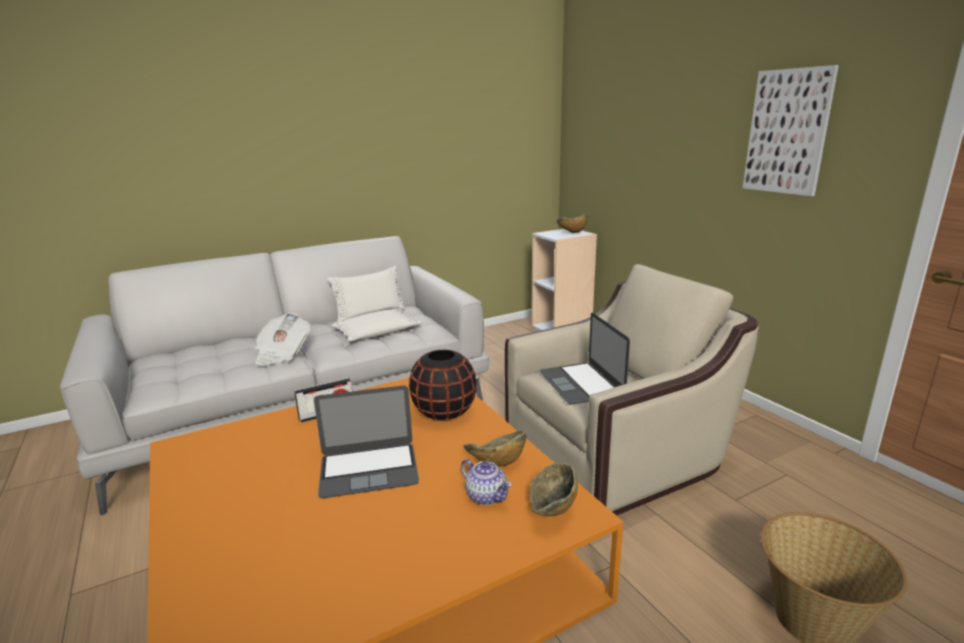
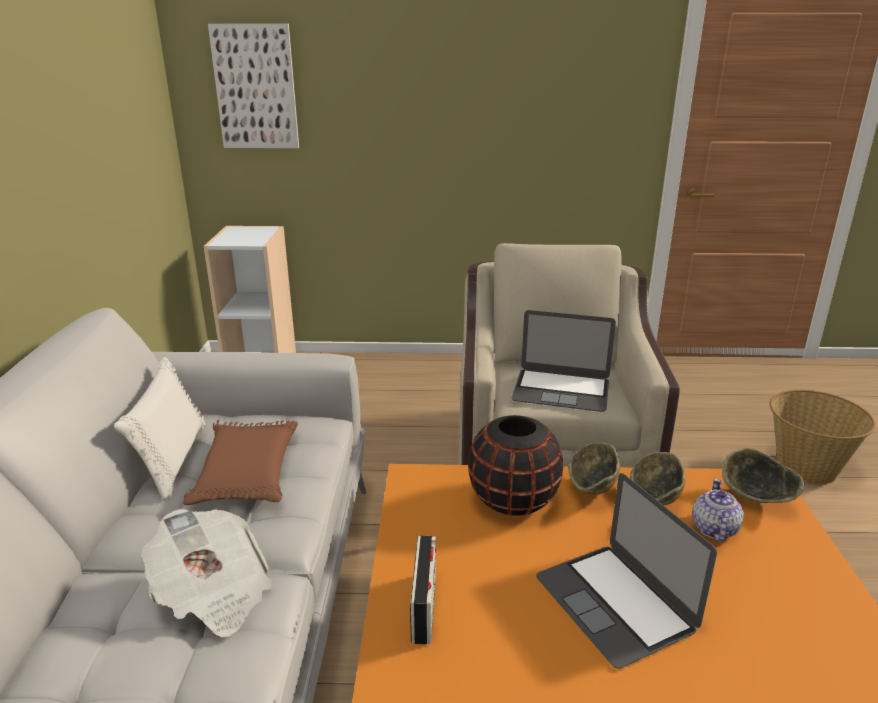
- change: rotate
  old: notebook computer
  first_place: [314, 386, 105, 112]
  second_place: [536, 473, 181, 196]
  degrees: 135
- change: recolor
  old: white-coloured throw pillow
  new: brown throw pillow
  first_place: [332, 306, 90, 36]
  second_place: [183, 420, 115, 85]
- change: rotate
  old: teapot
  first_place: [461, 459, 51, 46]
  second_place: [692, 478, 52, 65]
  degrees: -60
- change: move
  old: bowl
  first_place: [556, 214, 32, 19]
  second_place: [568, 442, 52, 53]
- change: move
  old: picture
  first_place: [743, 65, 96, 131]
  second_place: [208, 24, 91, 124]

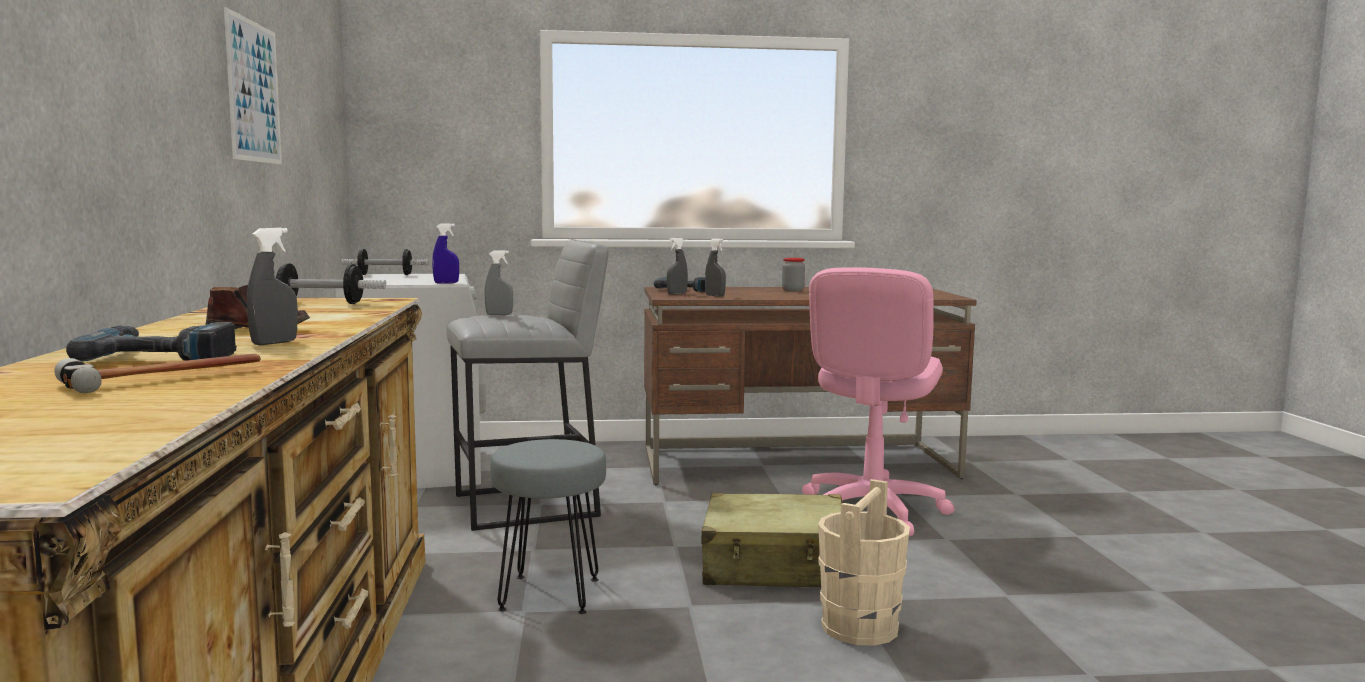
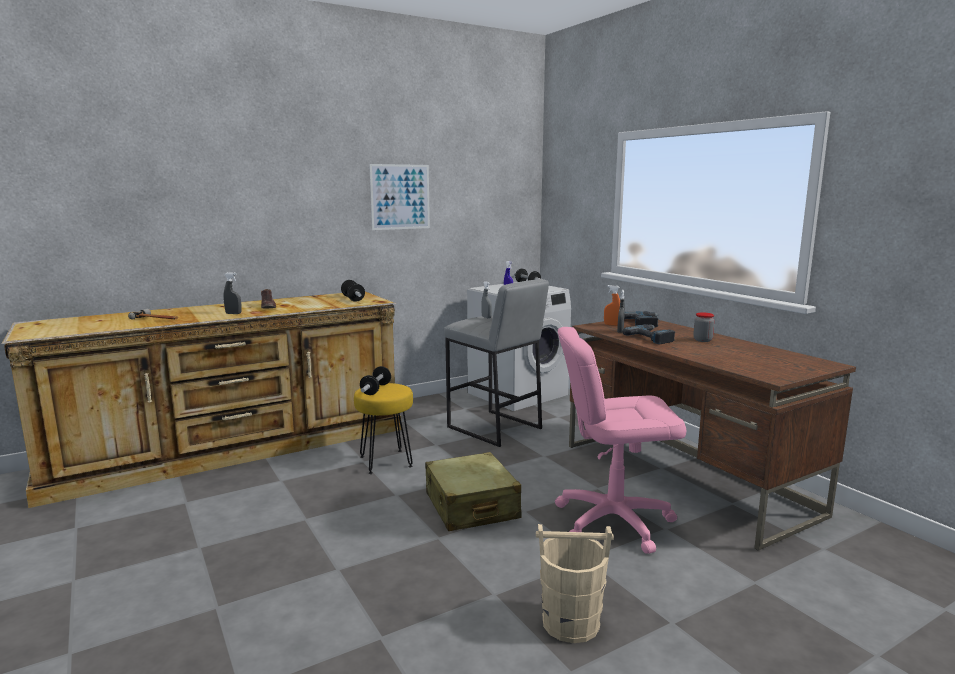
- change: move
  old: drill
  first_place: [66, 322, 171, 39]
  second_place: [622, 324, 53, 20]
- change: recolor
  old: gray stool seat
  new: yellowish stool seat
  first_place: [490, 439, 116, 175]
  second_place: [354, 383, 59, 91]
- change: recolor
  old: gray spray bottle
  new: orangey spray bottle
  first_place: [667, 238, 21, 57]
  second_place: [604, 285, 16, 41]
- change: move
  old: beige-coloured pail
  first_place: [818, 479, 92, 167]
  second_place: [536, 524, 78, 119]
- change: insert
  new: hand weight
  second_place: [360, 366, 31, 29]

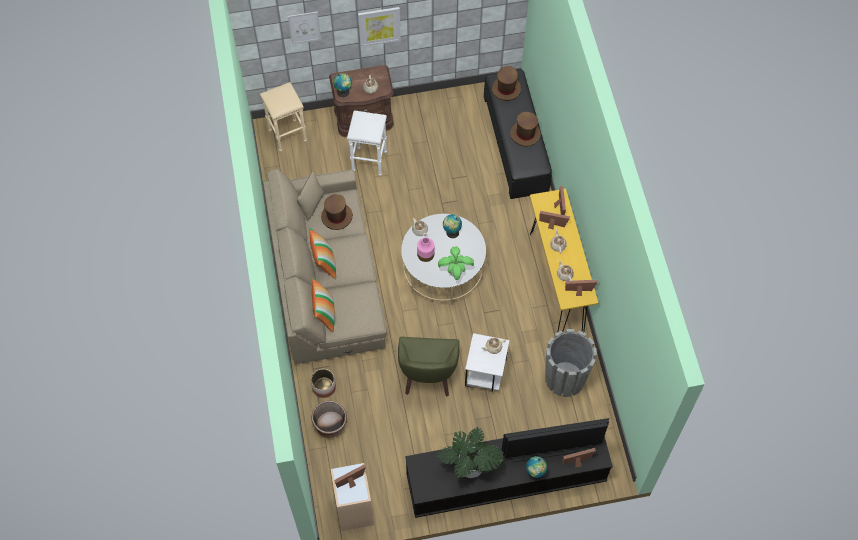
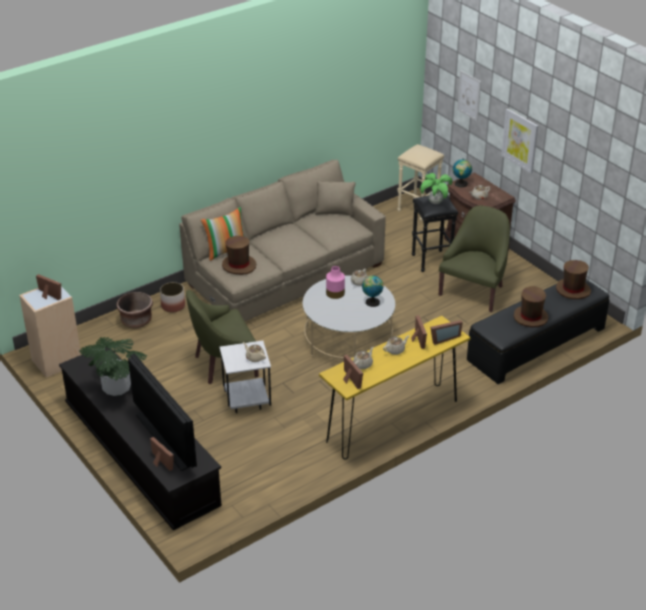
- change: delete
  old: throw pillow
  first_place: [309, 228, 27, 51]
- change: move
  old: brown hat
  first_place: [321, 194, 32, 36]
  second_place: [222, 236, 34, 39]
- change: recolor
  old: white-coloured stool seat
  new: black-coloured stool seat
  first_place: [347, 111, 40, 65]
  second_place: [412, 194, 46, 78]
- change: move
  old: houseplant
  first_place: [438, 246, 36, 34]
  second_place: [420, 173, 33, 31]
- change: delete
  old: world globe
  first_place: [526, 456, 21, 23]
- change: delete
  old: gray flower pot
  first_place: [545, 329, 52, 68]
- change: insert
  new: green-coloured armchair
  second_place: [439, 206, 71, 106]

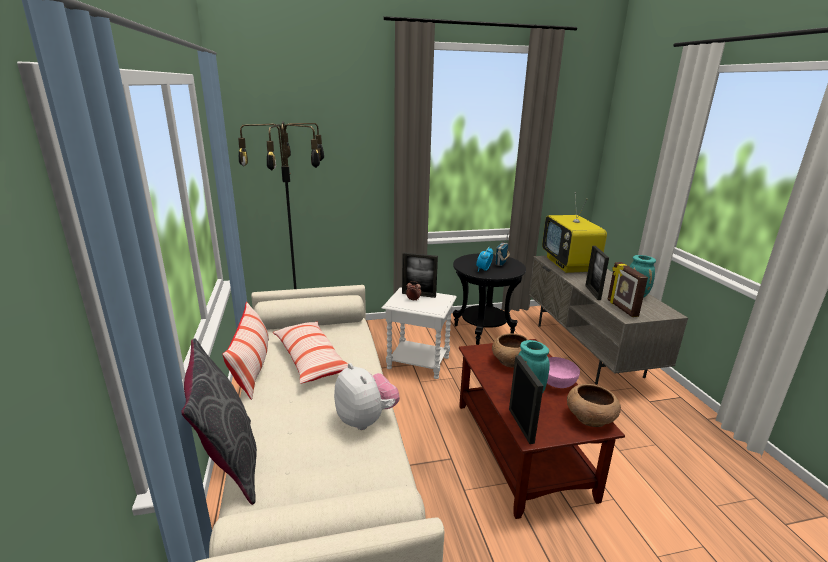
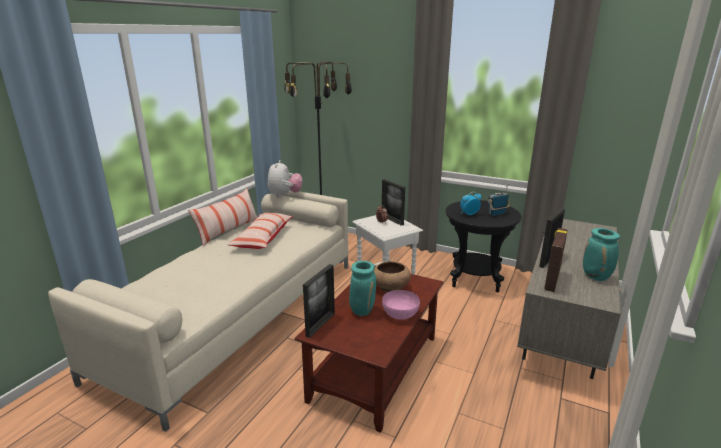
- change: delete
  old: gray throw pillow
  first_place: [181, 338, 76, 167]
- change: move
  old: soft toy
  first_place: [334, 363, 66, 67]
  second_place: [267, 160, 35, 38]
- change: delete
  old: TV
  first_place: [542, 192, 65, 81]
- change: delete
  old: brown bowl
  first_place: [567, 384, 54, 43]

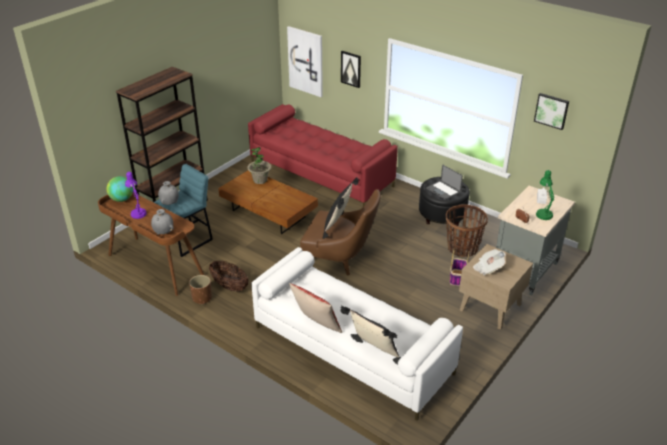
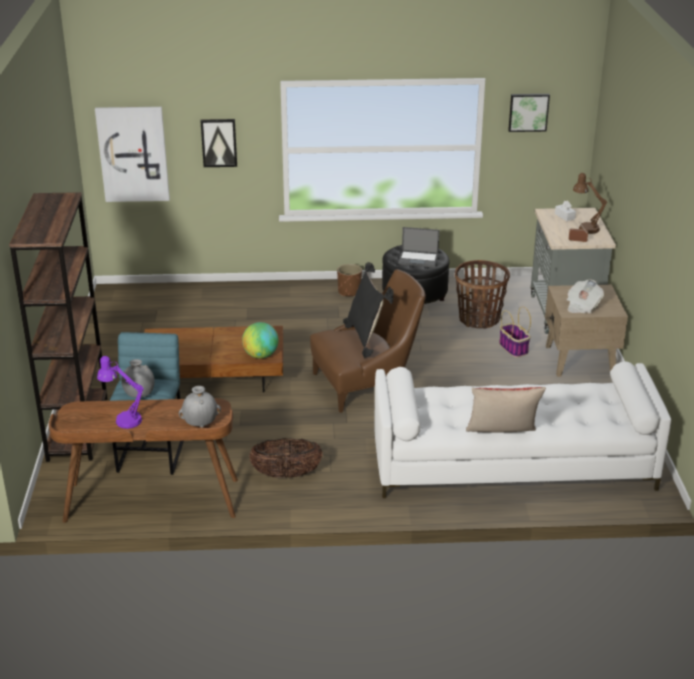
- change: move
  old: world globe
  first_place: [107, 176, 26, 26]
  second_place: [242, 322, 37, 37]
- change: move
  old: brown flower pot
  first_place: [189, 275, 23, 30]
  second_place: [337, 264, 25, 32]
- change: delete
  old: houseplant
  first_place: [247, 147, 24, 37]
- change: delete
  old: red-coloured settee
  first_place: [248, 104, 150, 103]
- change: delete
  old: black-coloured throw pillow
  first_place: [340, 305, 61, 59]
- change: recolor
  old: green-coloured tabletop lamp
  new: brown tabletop lamp
  first_place: [536, 170, 19, 50]
  second_place: [573, 173, 34, 61]

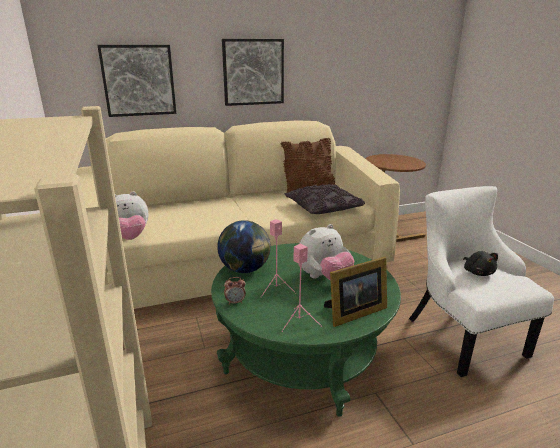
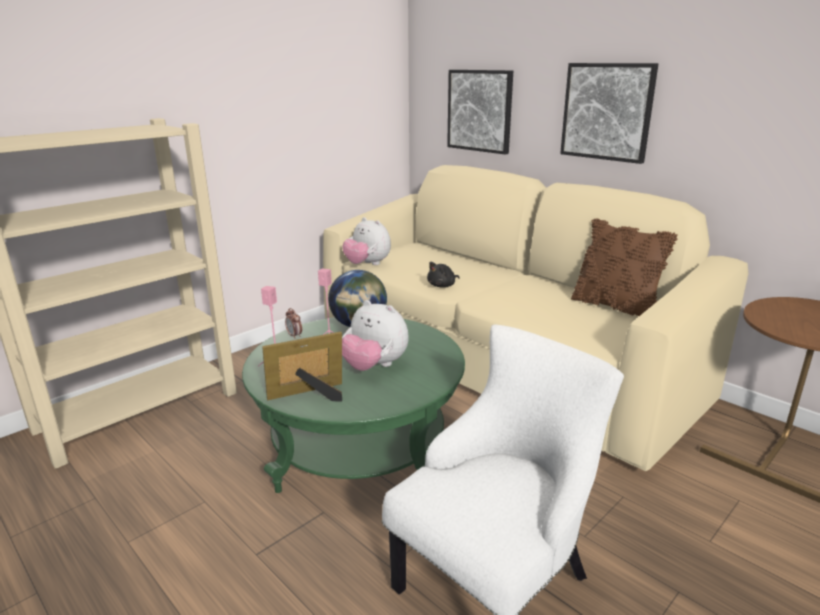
- change: delete
  old: black-coloured throw pillow
  first_place: [285, 184, 80, 30]
- change: rotate
  old: standing frame
  first_place: [324, 256, 63, 71]
  second_place: [262, 331, 80, 71]
  degrees: 120
- change: move
  old: black-coloured soft toy
  first_place: [463, 251, 35, 25]
  second_place: [427, 262, 33, 25]

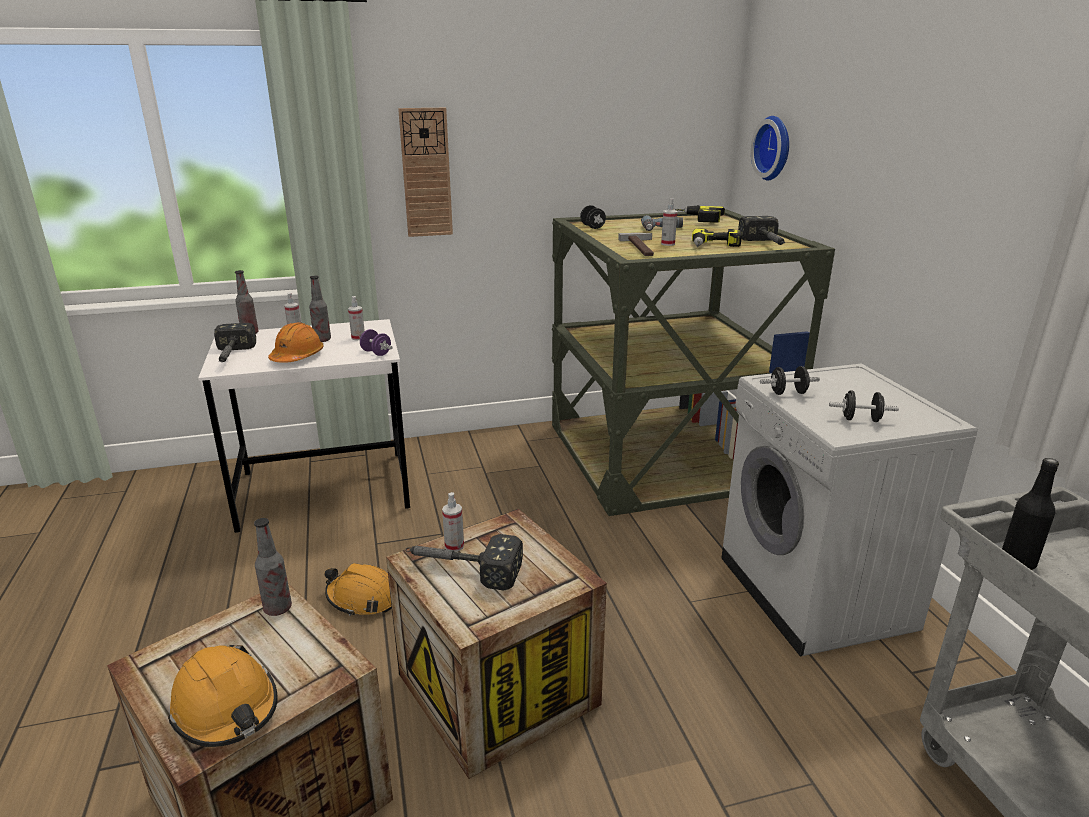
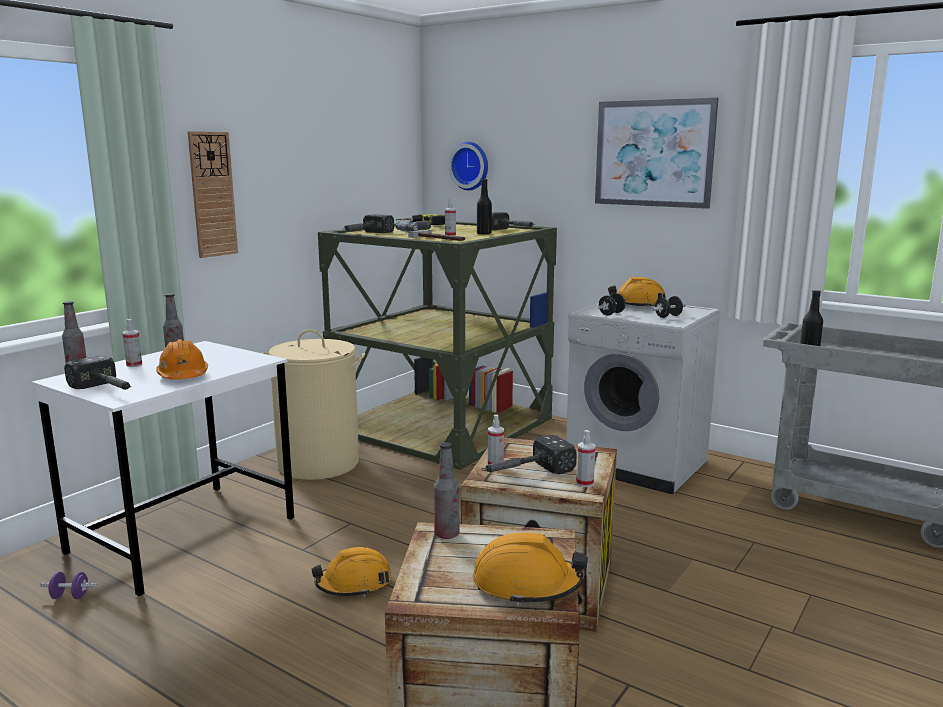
- change: move
  old: spray bottle
  first_place: [348, 296, 17, 45]
  second_place: [576, 430, 19, 57]
- change: move
  old: purple hand weight
  first_place: [359, 329, 34, 27]
  second_place: [40, 572, 58, 27]
- change: replace
  old: black-coloured hand weight
  new: hand hammer
  first_place: [580, 205, 26, 24]
  second_place: [343, 214, 51, 19]
- change: replace
  old: drill
  new: black-coloured beverage bottle
  first_place: [692, 228, 50, 20]
  second_place: [477, 179, 15, 56]
- change: insert
  new: beige-coloured washing basket
  second_place: [262, 329, 103, 151]
- change: insert
  new: picture
  second_place: [595, 98, 124, 111]
- change: insert
  new: orangey safety helmet
  second_place: [608, 277, 58, 31]

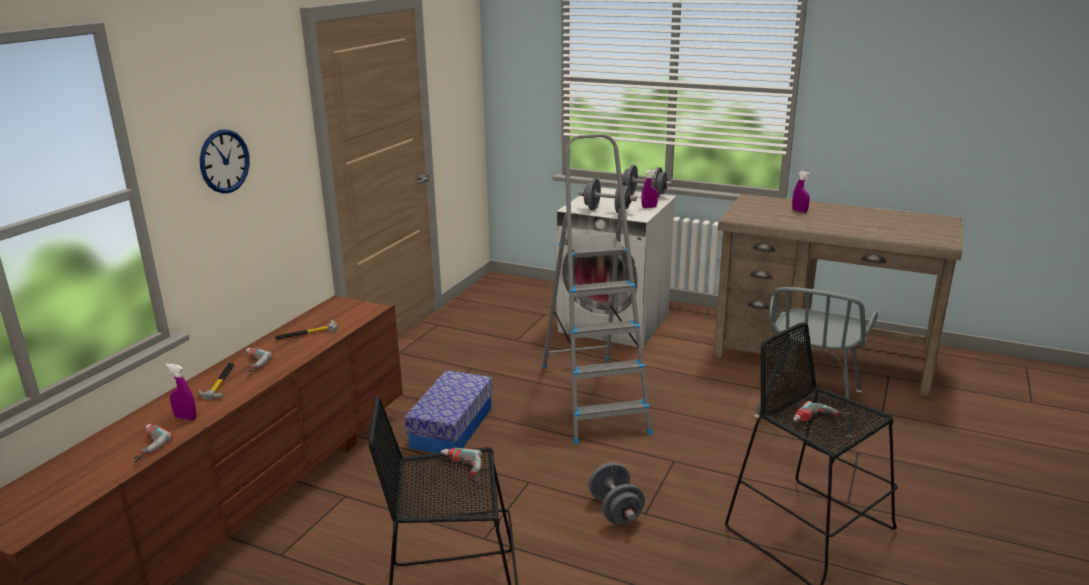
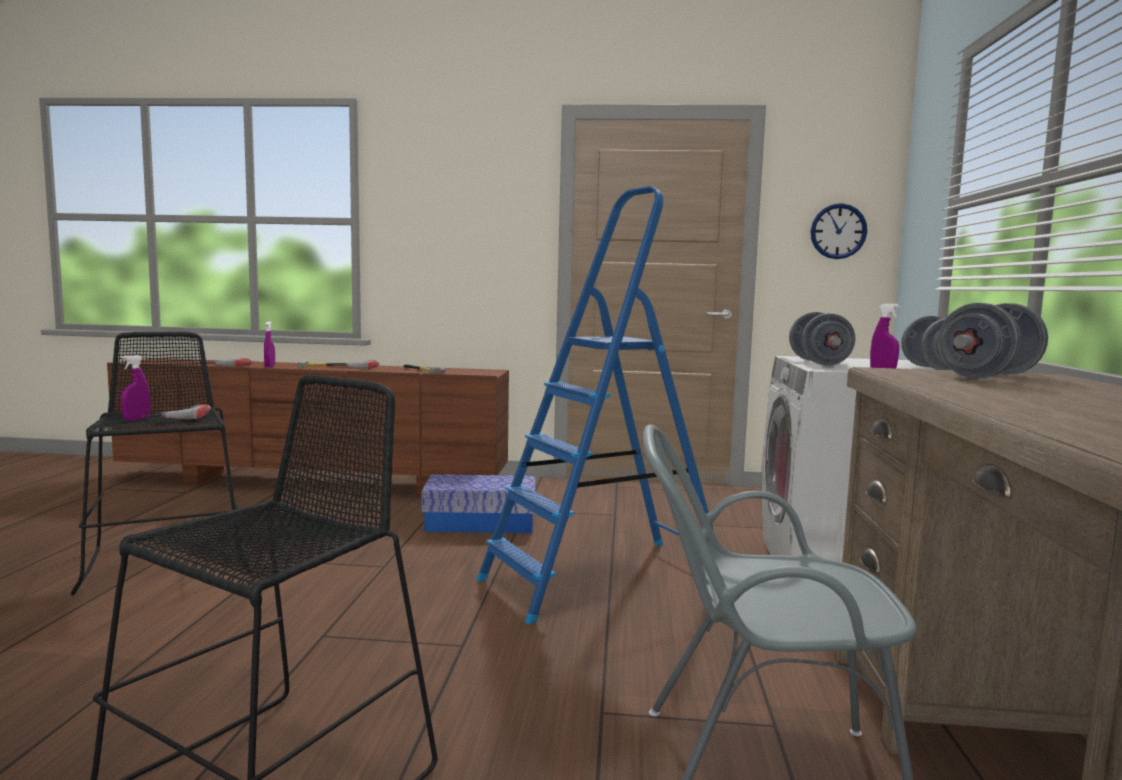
- change: move
  old: wall clock
  first_place: [200, 129, 50, 65]
  second_place: [810, 203, 57, 56]
- change: recolor
  old: gray stepladder
  new: bluish stepladder
  first_place: [542, 134, 110, 310]
  second_place: [476, 186, 239, 438]
- change: move
  old: gray hand weight
  first_place: [589, 462, 56, 62]
  second_place: [938, 303, 110, 75]
- change: move
  old: purple spray bottle
  first_place: [792, 171, 19, 42]
  second_place: [121, 355, 30, 66]
- change: delete
  old: drill
  first_place: [793, 401, 62, 21]

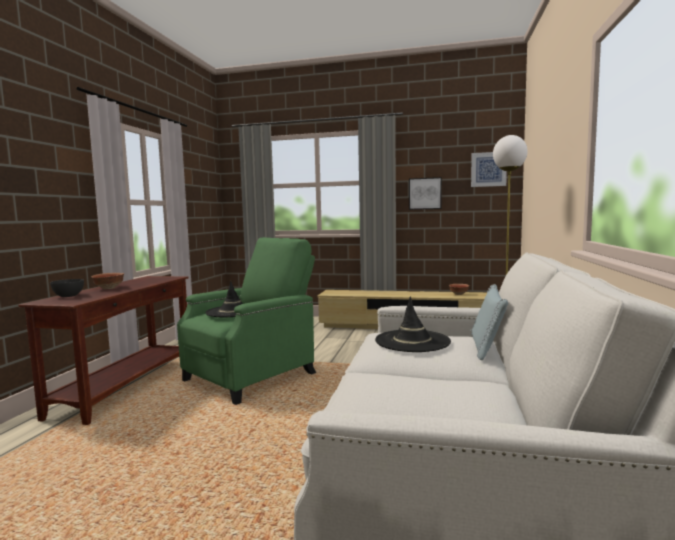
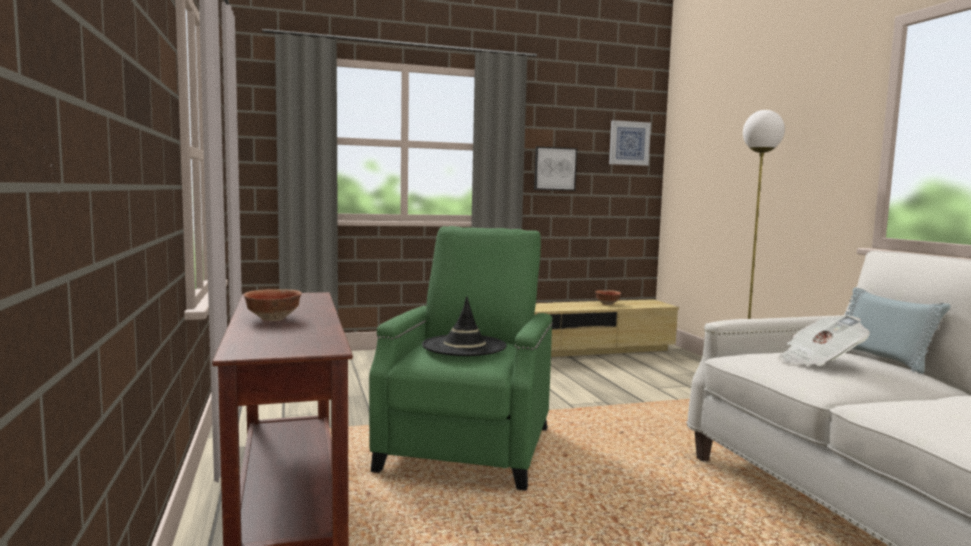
- change: delete
  old: gray bowl
  first_place: [50, 279, 34, 18]
- change: replace
  old: black-coloured hat
  new: daily paper
  first_place: [375, 297, 76, 55]
  second_place: [778, 316, 92, 50]

